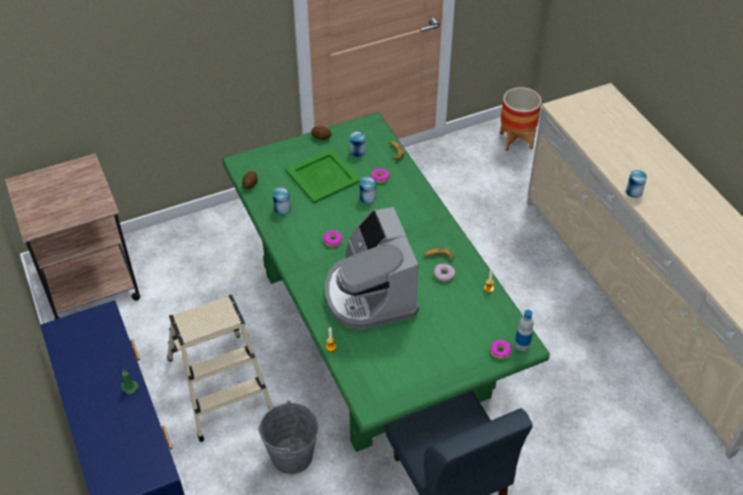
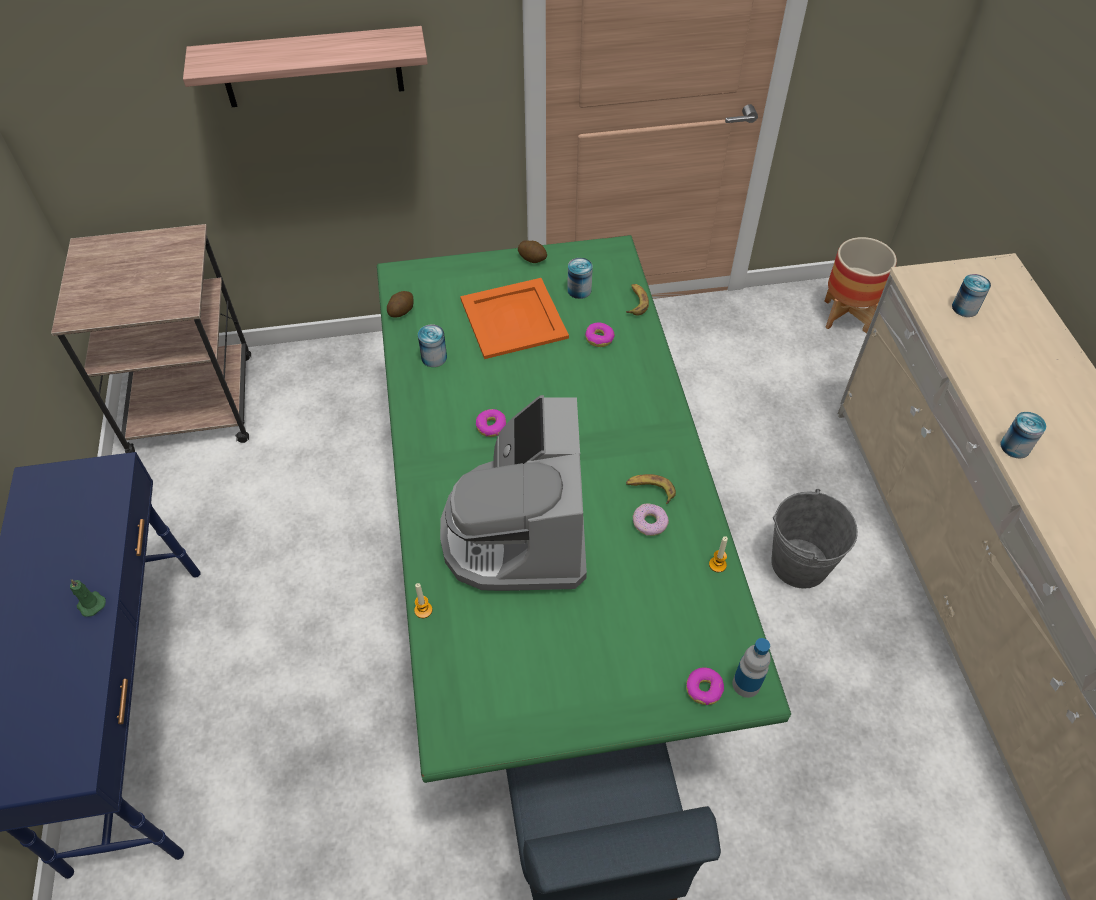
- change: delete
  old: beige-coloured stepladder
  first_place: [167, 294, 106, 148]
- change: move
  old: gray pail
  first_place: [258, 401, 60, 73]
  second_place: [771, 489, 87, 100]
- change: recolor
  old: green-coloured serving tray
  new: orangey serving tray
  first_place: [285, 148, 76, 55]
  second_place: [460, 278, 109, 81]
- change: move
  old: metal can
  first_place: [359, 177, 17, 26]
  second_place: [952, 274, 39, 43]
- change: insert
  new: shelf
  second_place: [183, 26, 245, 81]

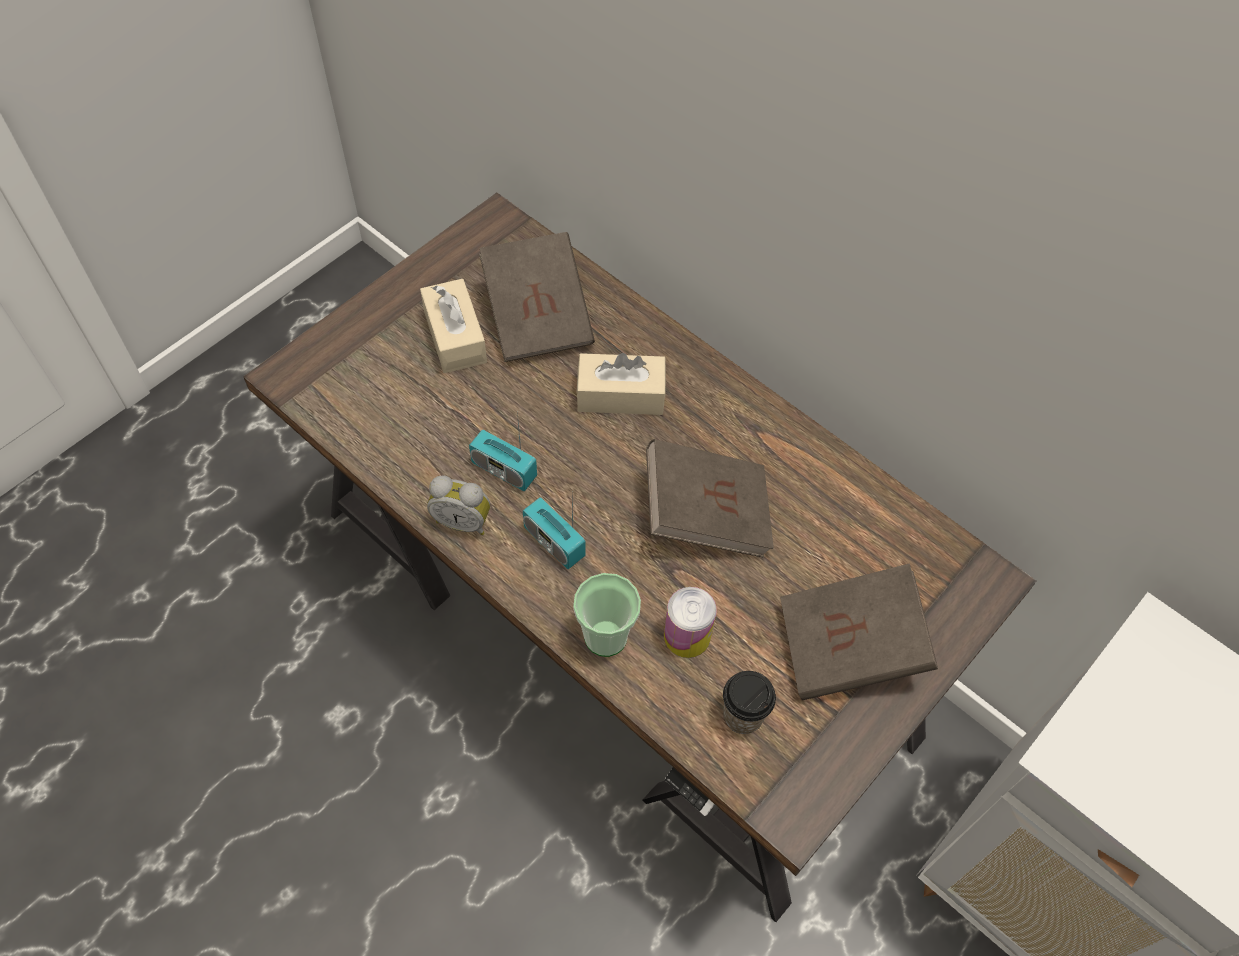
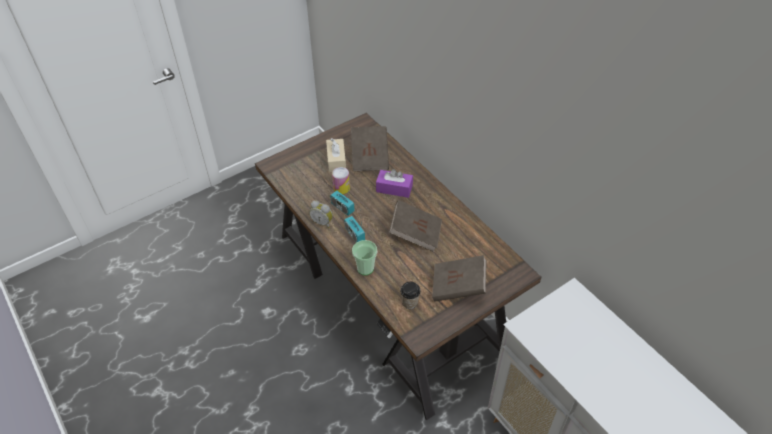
- change: recolor
  old: beige-coloured tissue box
  new: purple tissue box
  first_place: [576, 353, 90, 62]
  second_place: [376, 169, 37, 29]
- change: move
  old: metal can
  first_place: [664, 587, 53, 71]
  second_place: [332, 167, 18, 27]

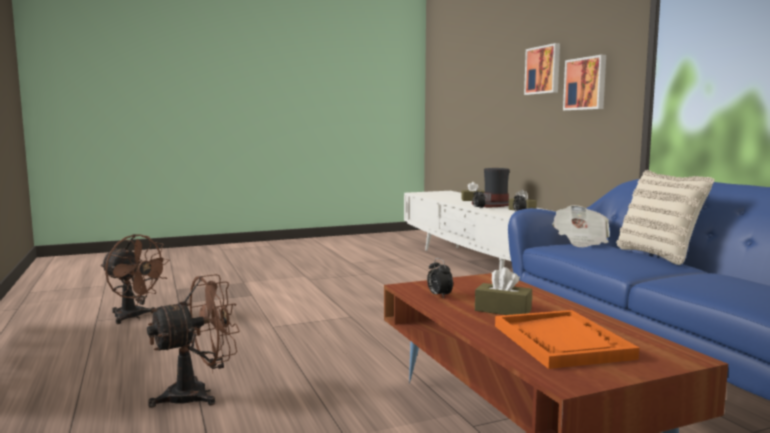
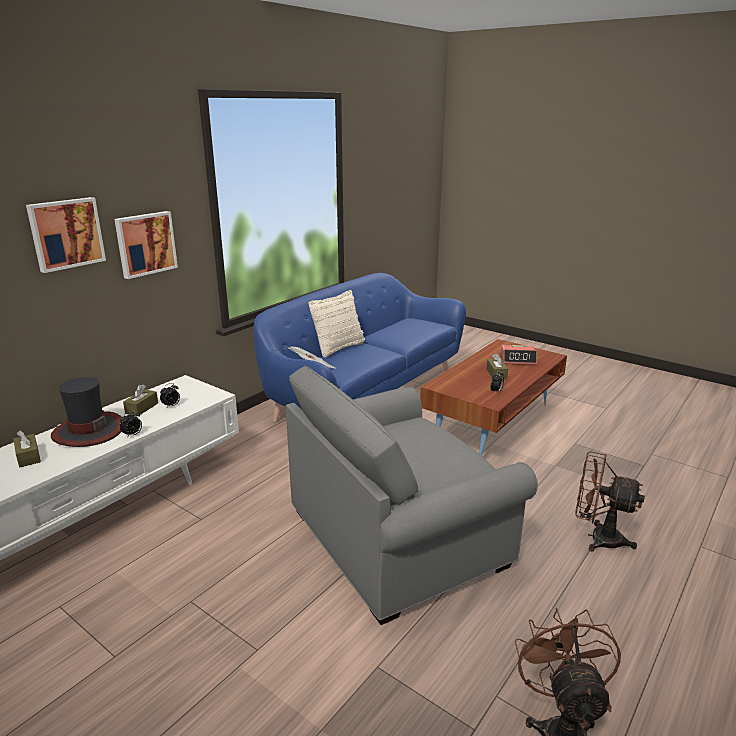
- change: replace
  old: orangey serving tray
  new: bedside clock
  first_place: [495, 310, 144, 59]
  second_place: [501, 345, 36, 20]
- change: insert
  new: gray armchair
  second_place: [286, 365, 252, 260]

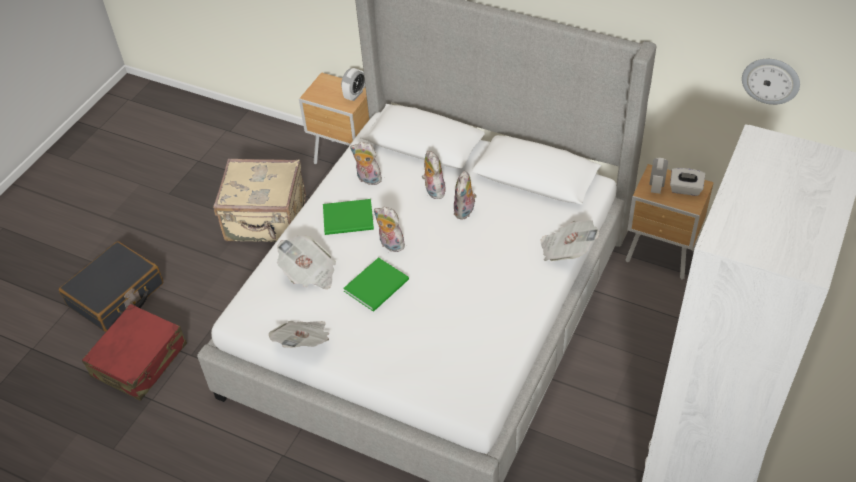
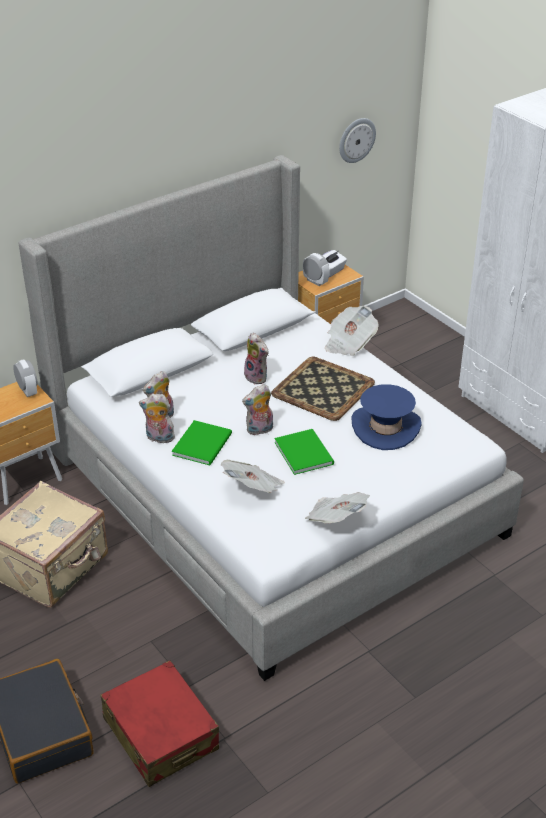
- change: move
  old: soft toy
  first_place: [422, 151, 24, 48]
  second_place: [139, 394, 36, 49]
- change: insert
  new: serving tray
  second_place: [271, 357, 104, 64]
- change: insert
  new: bluish hat
  second_place: [351, 384, 71, 66]

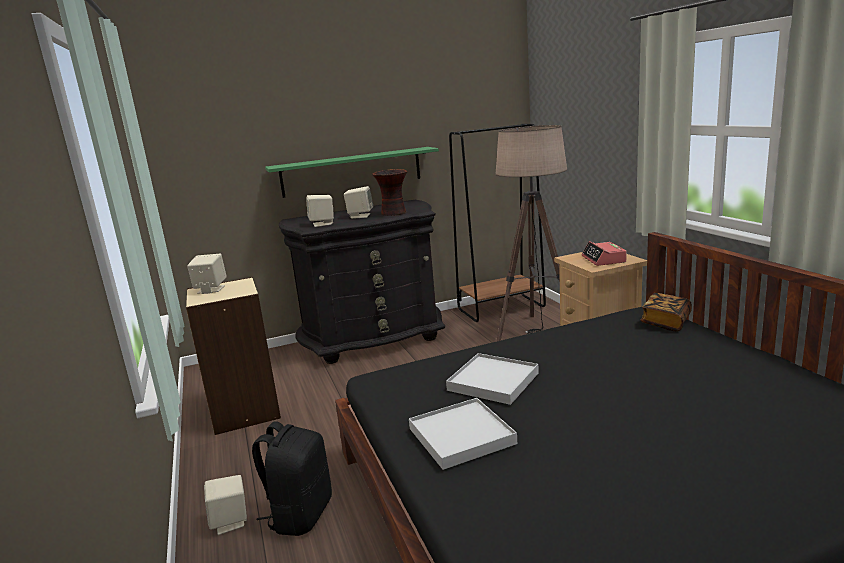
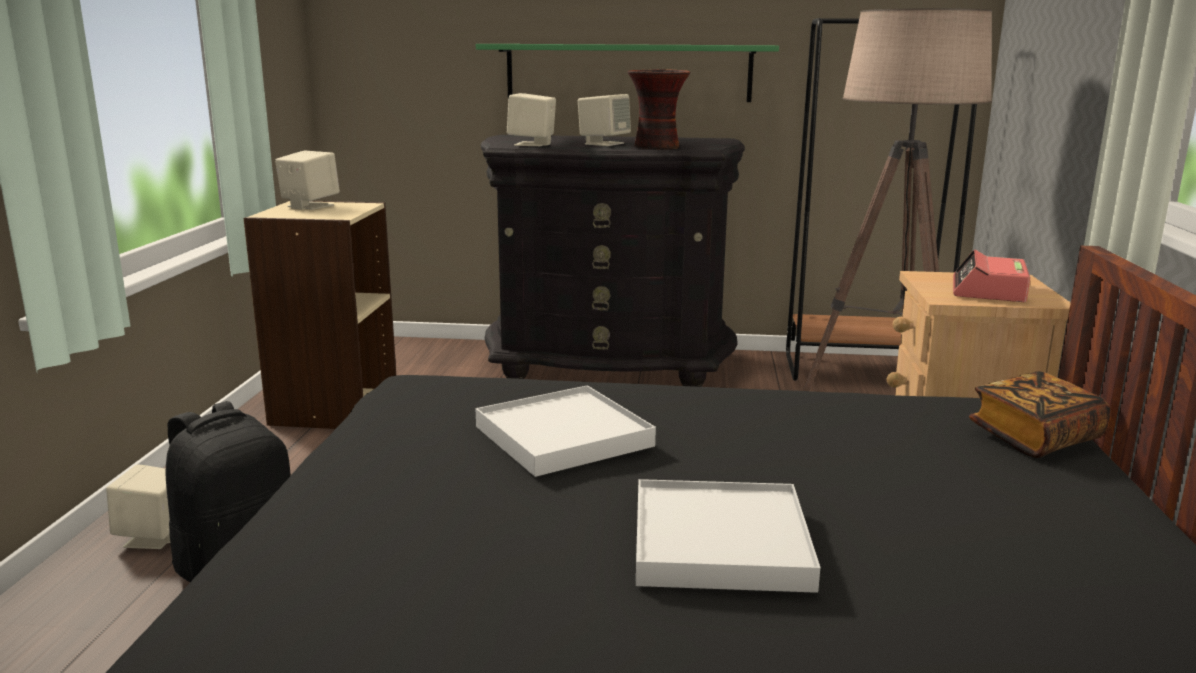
- change: move
  old: white-coloured serving tray
  first_place: [409, 398, 108, 72]
  second_place: [636, 479, 184, 114]

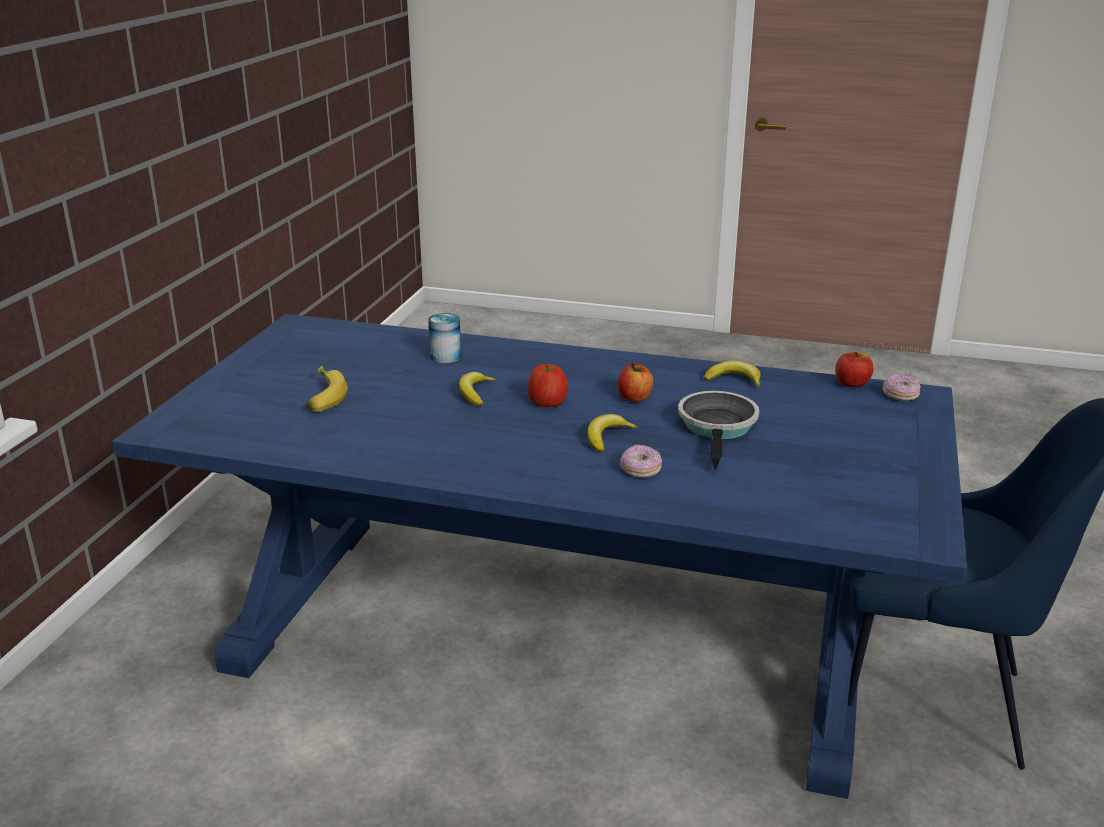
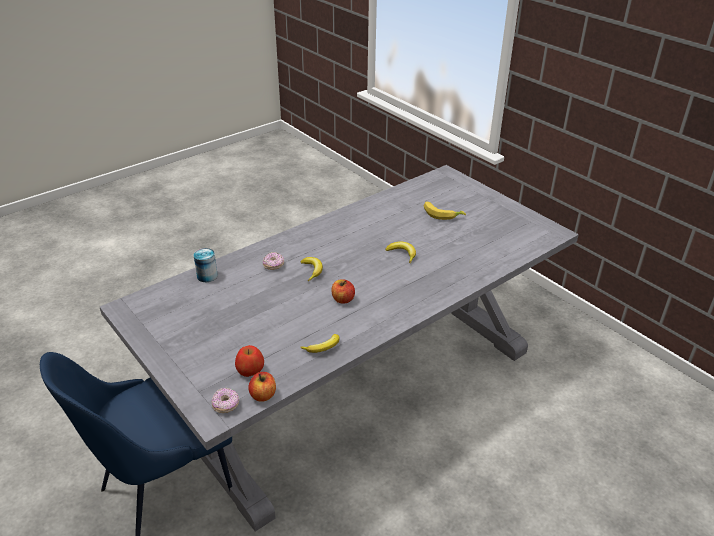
- change: recolor
  old: bluish kitchen table
  new: gray kitchen table
  first_place: [112, 314, 855, 485]
  second_place: [100, 165, 479, 367]
- change: move
  old: metal can
  first_place: [428, 313, 33, 50]
  second_place: [193, 248, 25, 34]
- change: move
  old: apple
  first_place: [528, 364, 40, 43]
  second_place: [235, 345, 29, 32]
- change: delete
  old: pan
  first_place: [678, 391, 81, 78]

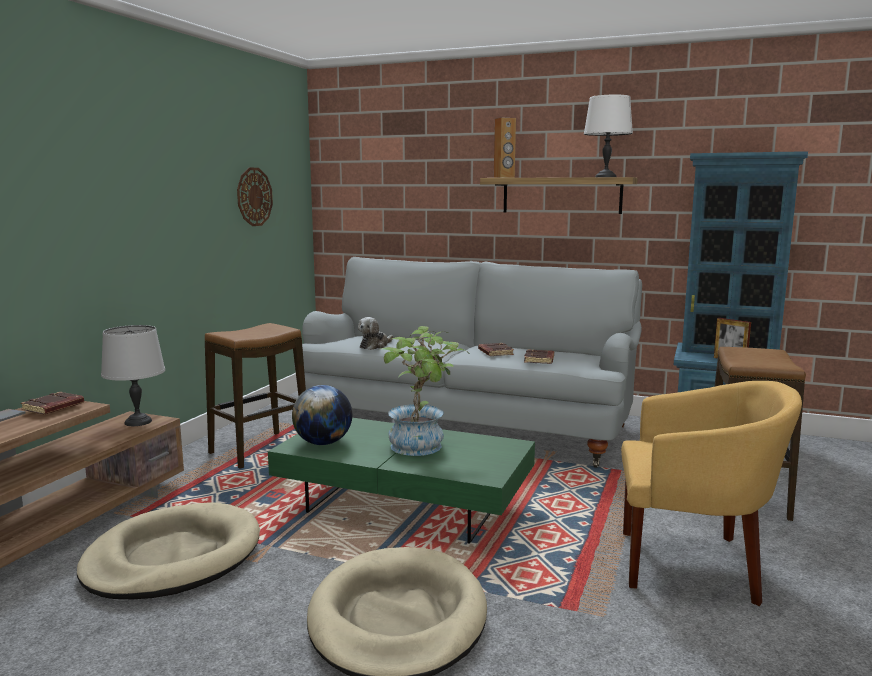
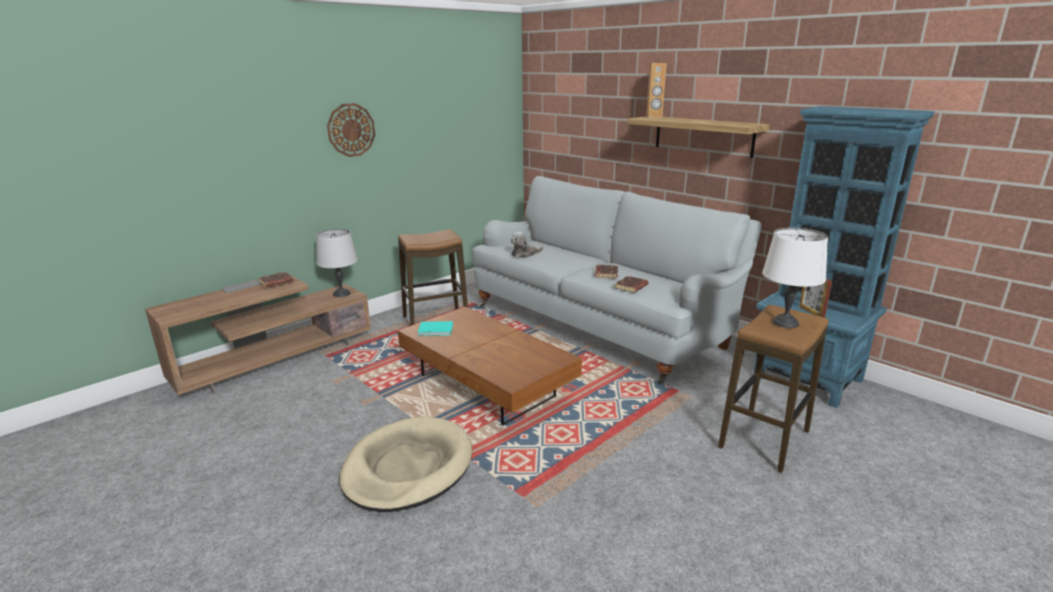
- change: delete
  old: beige-coloured dog bed
  first_place: [77, 503, 183, 96]
- change: move
  old: wall clock
  first_place: [237, 167, 36, 59]
  second_place: [327, 103, 48, 54]
- change: recolor
  old: green-coloured lounge table
  new: brown lounge table
  first_place: [268, 418, 267, 126]
  second_place: [398, 306, 184, 120]
- change: replace
  old: world globe
  new: turquoise book
  first_place: [292, 385, 60, 60]
  second_place: [418, 321, 35, 15]
- change: delete
  old: houseplant
  first_place: [379, 326, 91, 130]
- change: move
  old: white-coloured tabletop lamp
  first_place: [584, 94, 49, 83]
  second_place: [762, 228, 66, 100]
- change: delete
  old: yellowish armchair
  first_place: [621, 381, 181, 225]

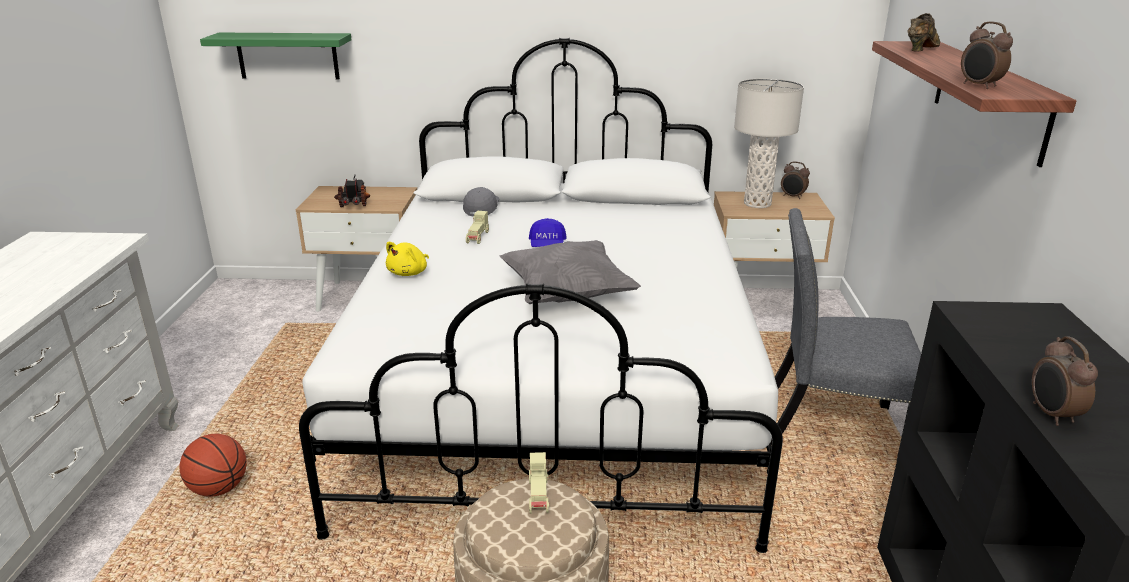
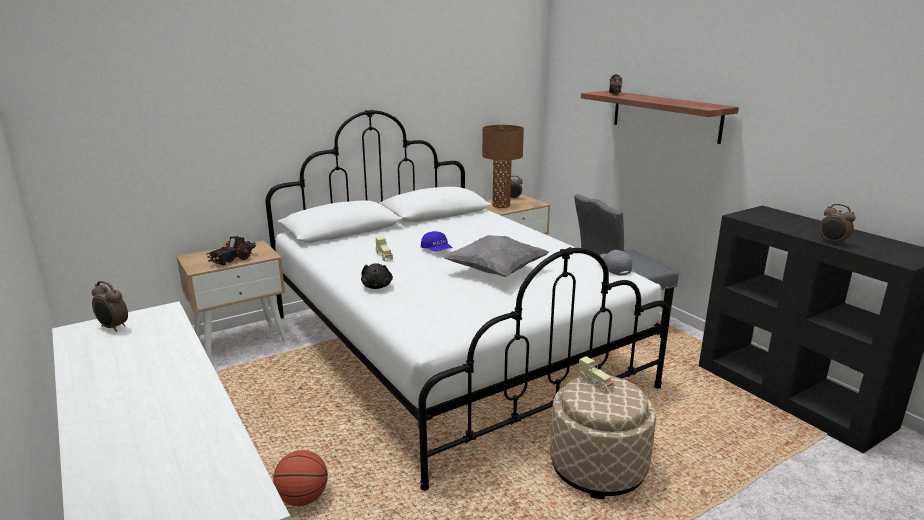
- change: delete
  old: green-coloured shelf
  first_place: [200, 33, 152, 46]
- change: rotate
  old: model truck
  first_place: [334, 175, 36, 32]
  second_place: [206, 236, 50, 29]
  degrees: -105
- change: recolor
  old: yellowish soft toy
  new: black-coloured soft toy
  first_place: [386, 242, 43, 34]
  second_place: [361, 263, 32, 26]
- change: move
  old: gray baseball cap
  first_place: [463, 187, 36, 30]
  second_place: [600, 250, 32, 26]
- change: recolor
  old: white-coloured tabletop lamp
  new: brown tabletop lamp
  first_place: [734, 79, 70, 129]
  second_place: [482, 125, 42, 83]
- change: move
  old: bedside clock
  first_place: [961, 21, 52, 68]
  second_place: [92, 281, 36, 51]

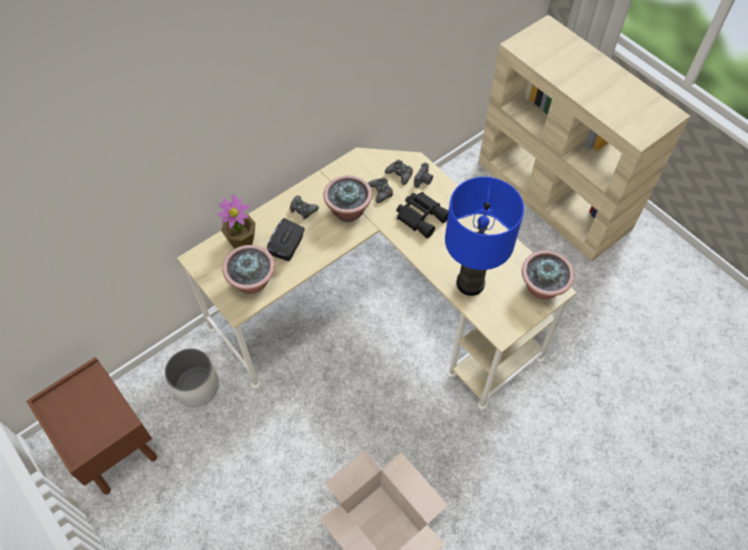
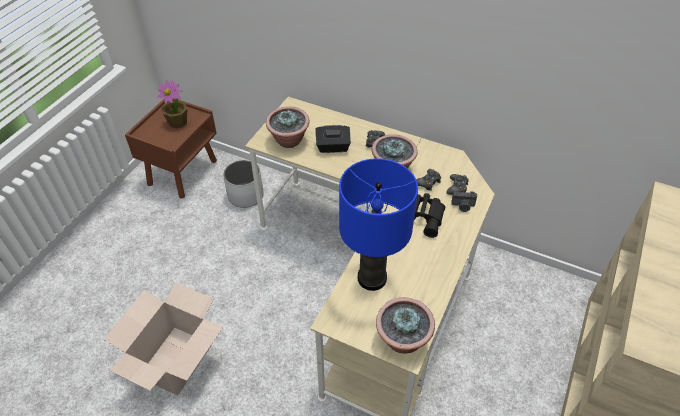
- change: move
  old: houseplant
  first_place: [217, 194, 38, 55]
  second_place: [157, 80, 30, 49]

